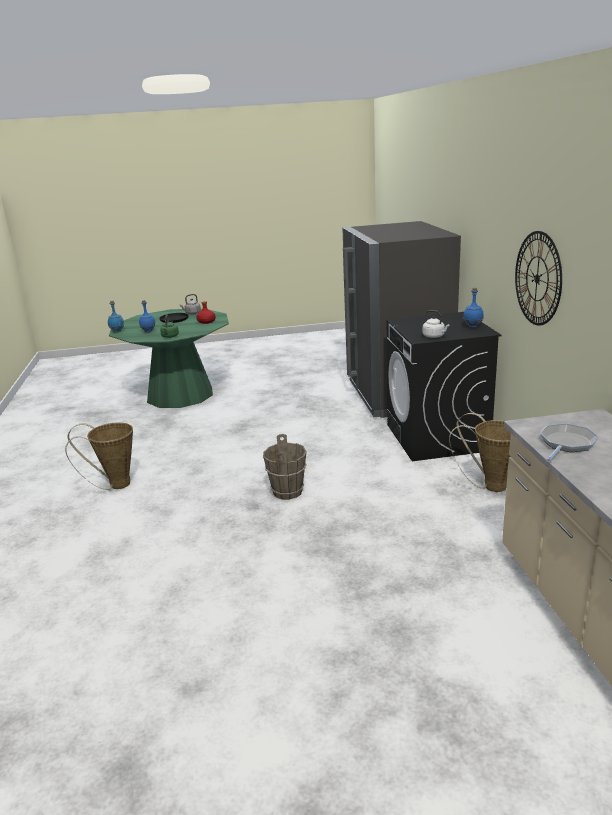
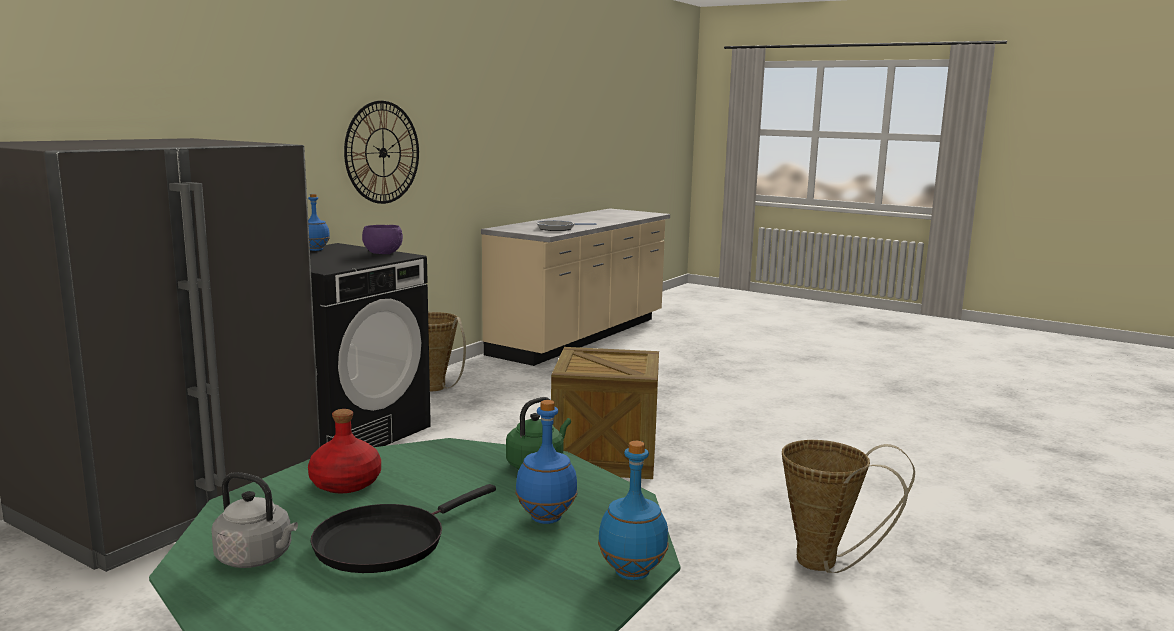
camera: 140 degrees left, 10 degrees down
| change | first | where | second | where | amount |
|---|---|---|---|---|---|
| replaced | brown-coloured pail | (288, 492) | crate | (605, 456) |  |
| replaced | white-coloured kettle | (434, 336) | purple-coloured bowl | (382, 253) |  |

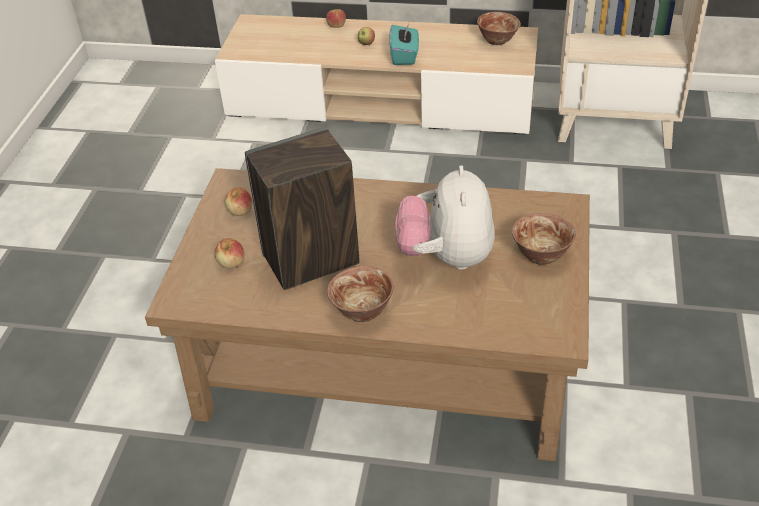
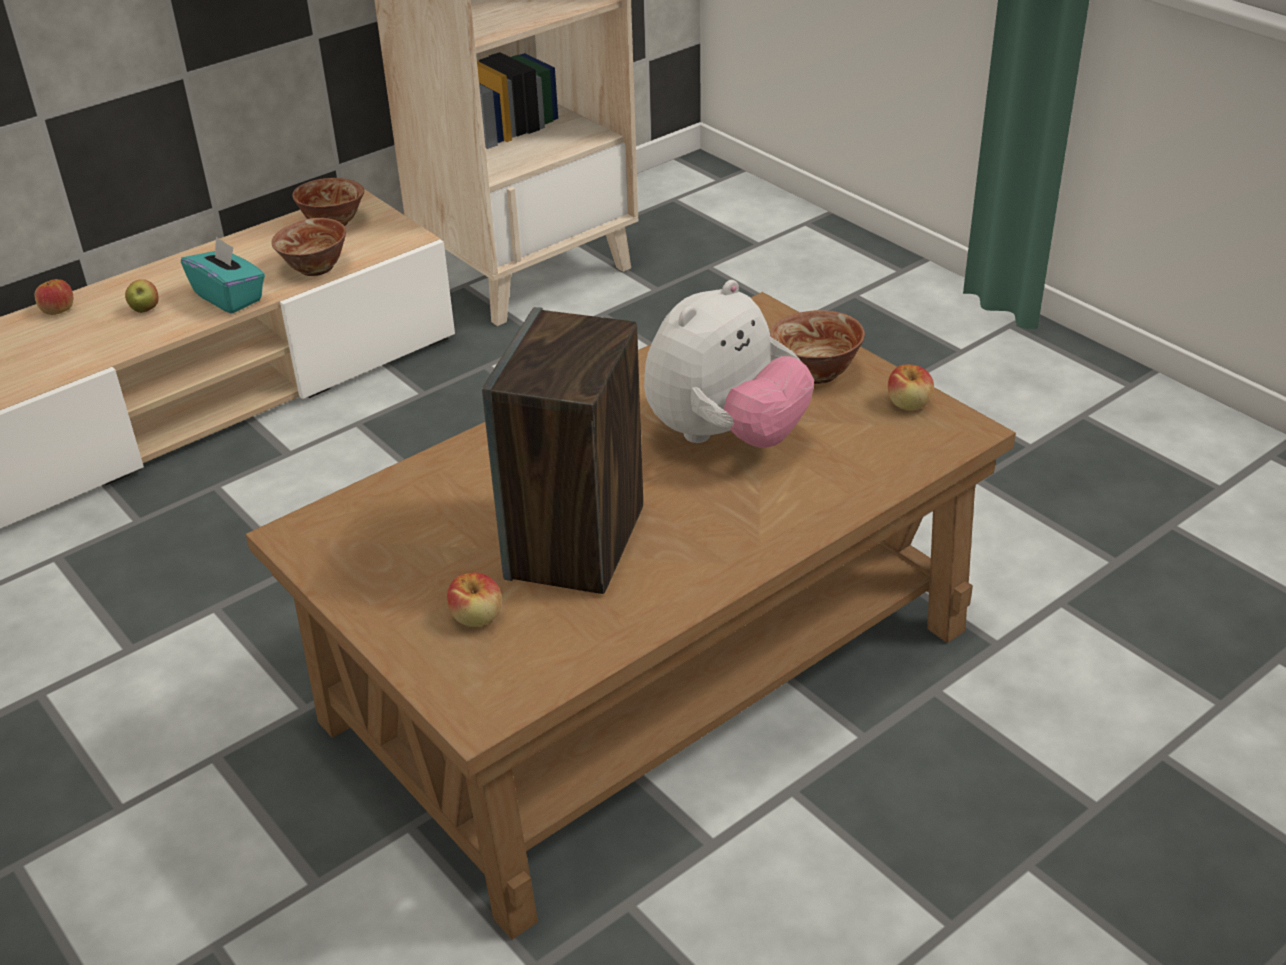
camera: 50 degrees left, 5 degrees down
| change | first | where | second | where | amount |
|---|---|---|---|---|---|
| moved | apple fruit | (240, 211) |  | (909, 404) |  |
| moved | bowl | (362, 311) |  | (315, 268) |  |
| turned | plush toy | (446, 257) |  | (725, 436) | 90 degrees counterclockwise |

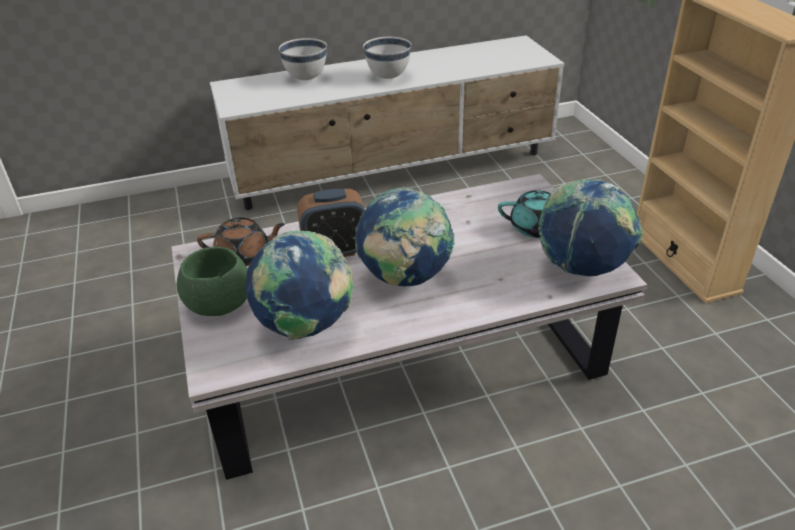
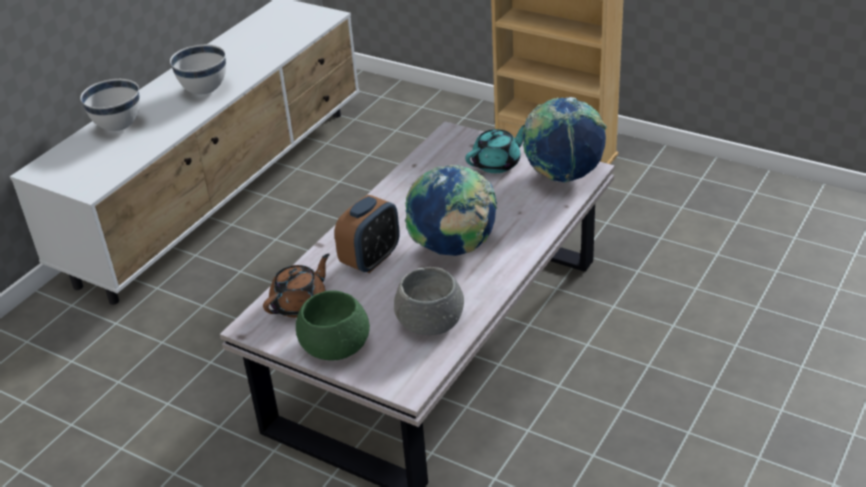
camera: 40 degrees left, 0 degrees up
| change | first | where | second | where | amount |
|---|---|---|---|---|---|
| replaced | world globe | (305, 327) | gray bowl | (430, 320) |  |

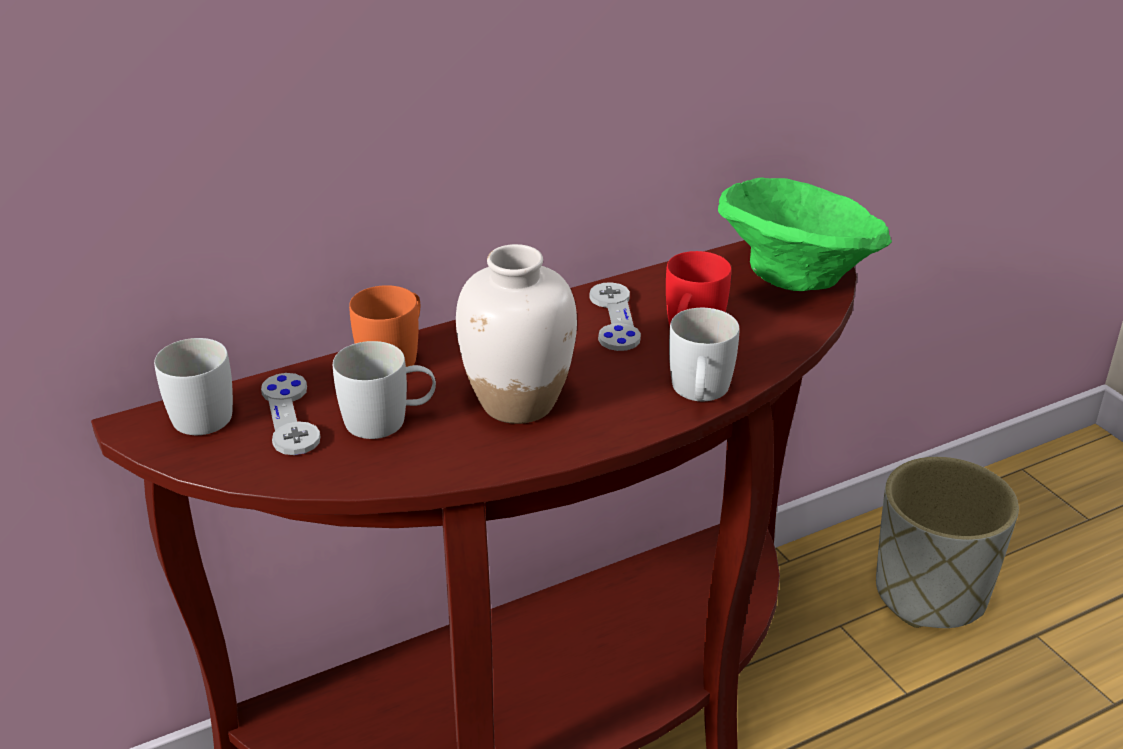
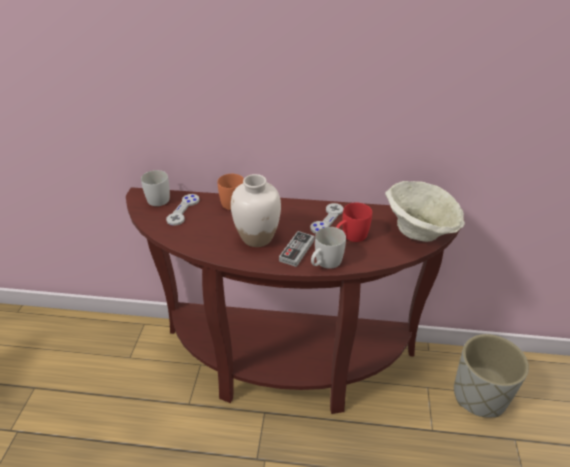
camera: 35 degrees right, 5 degrees up
| change | first | where | second | where | amount |
|---|---|---|---|---|---|
| removed | white-coloured mug | (388, 420) |  |  |  |
| recoloured | green bowl | (797, 278) | beige bowl | (420, 232) |  |
| added |  |  | gamepad | (297, 250) |  |

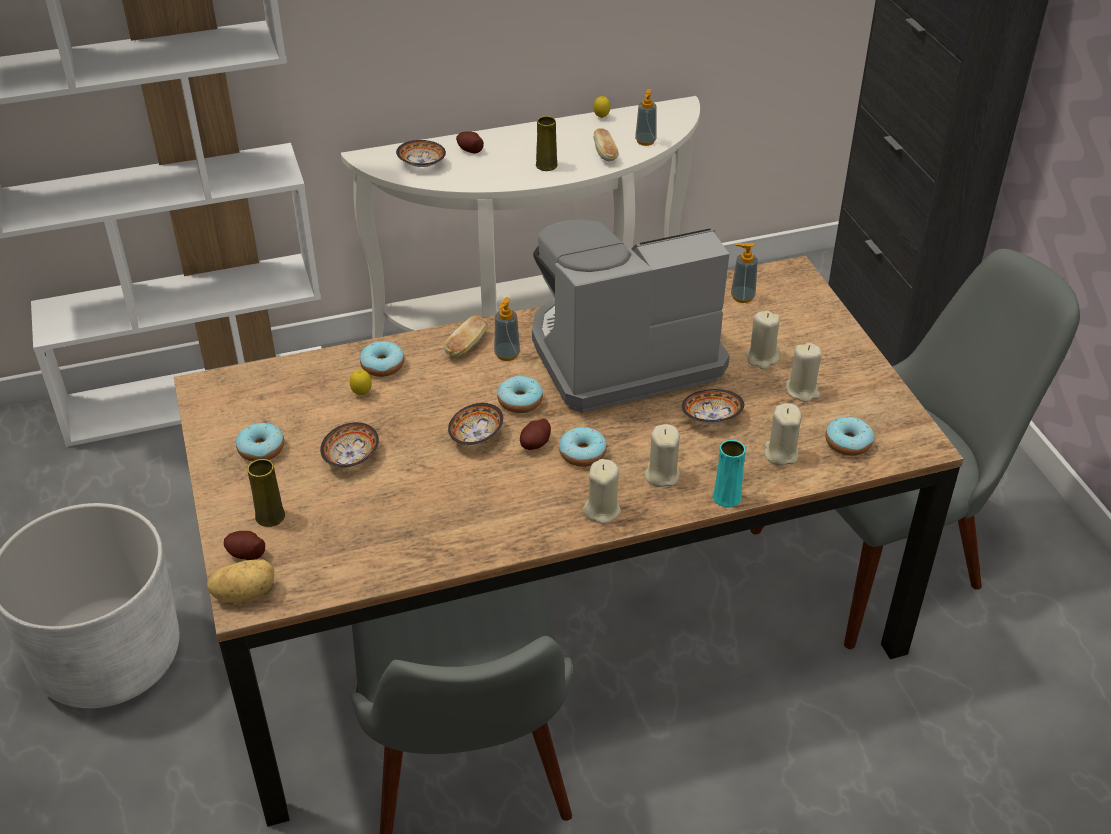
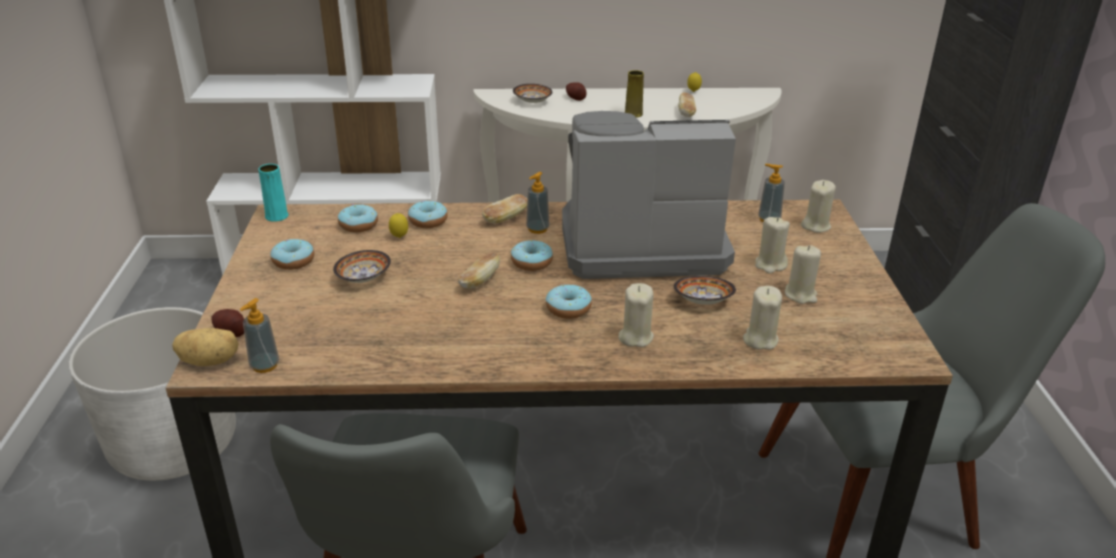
camera: 15 degrees right, 10 degrees down
| change | first | where | second | where | amount |
|---|---|---|---|---|---|
| removed | yellow-coloured vase | (270, 516) |  |  |  |
| replaced | bowl | (476, 436) | bread | (479, 281) |  |
| removed | potato | (535, 444) |  |  |  |
| moved | beige wax candle | (602, 510) |  | (815, 226) |  |
| moved | liquid soap bottle | (645, 141) |  | (264, 365) |  |
| moved | turquoise vase | (726, 497) |  | (276, 216) |  |
| moved | doughnut | (848, 443) |  | (358, 225) |  |

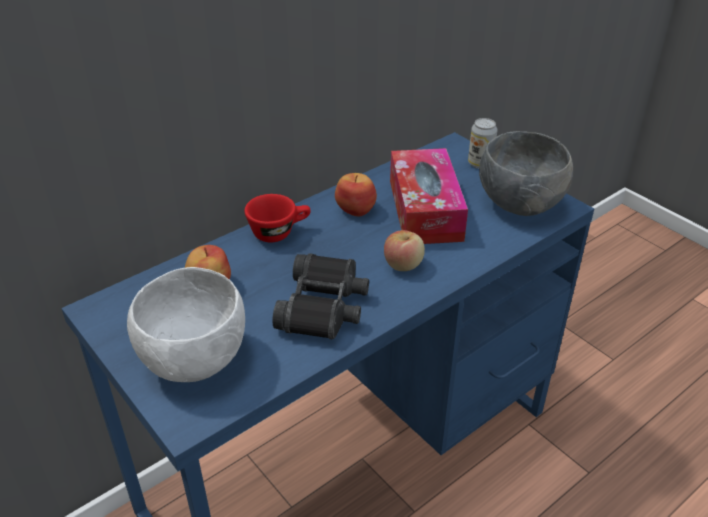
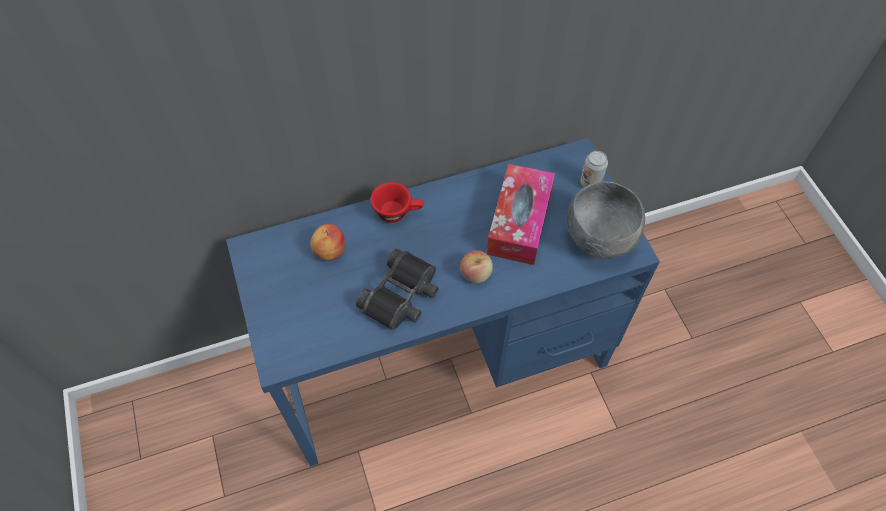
camera: 20 degrees right, 20 degrees up
| change | first | where | second | where | amount |
|---|---|---|---|---|---|
| removed | white-coloured bowl | (193, 361) |  |  |  |
| removed | apple fruit | (356, 209) |  |  |  |

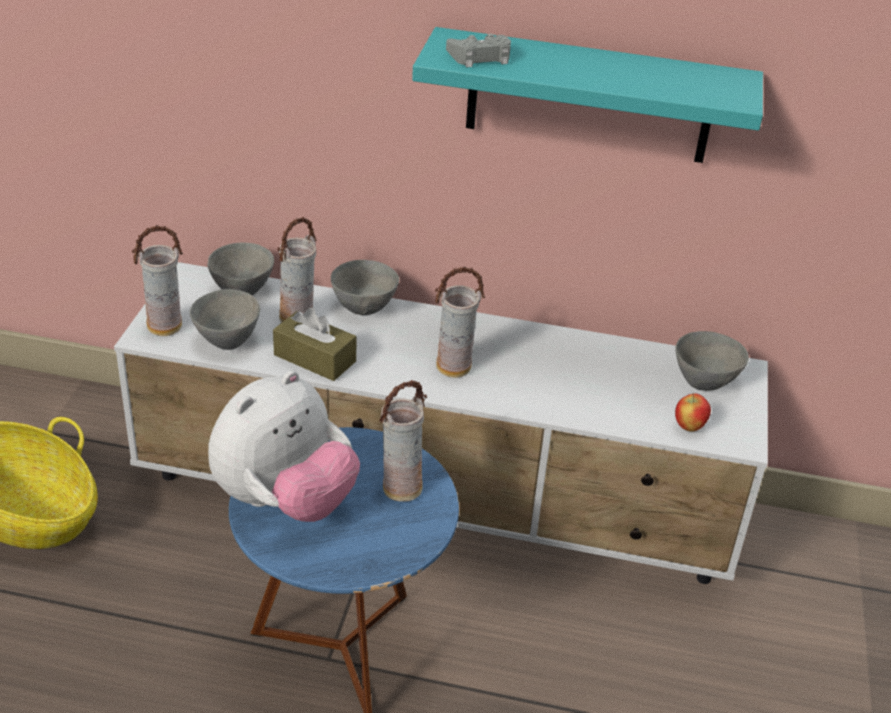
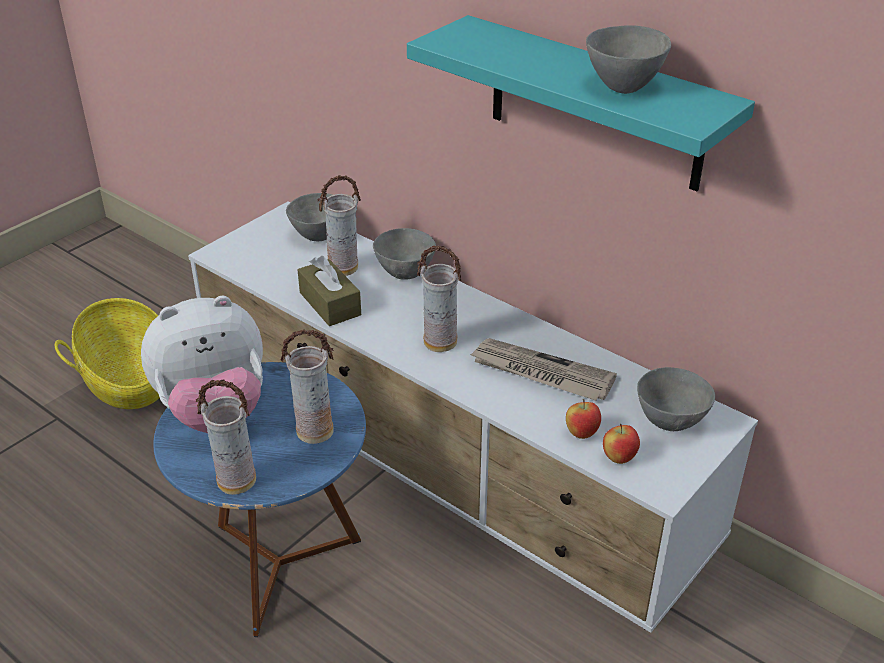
camera: 30 degrees right, 0 degrees up
| change | first | where | second | where | amount |
|---|---|---|---|---|---|
| moved | vase | (165, 327) |  | (236, 482) |  |
| moved | gray bowl | (227, 341) |  | (623, 86) |  |
| removed | gray gamepad | (480, 57) |  |  |  |
| added |  |  | newspaper | (540, 373) |  |
| added |  |  | apple fruit | (581, 433) |  |

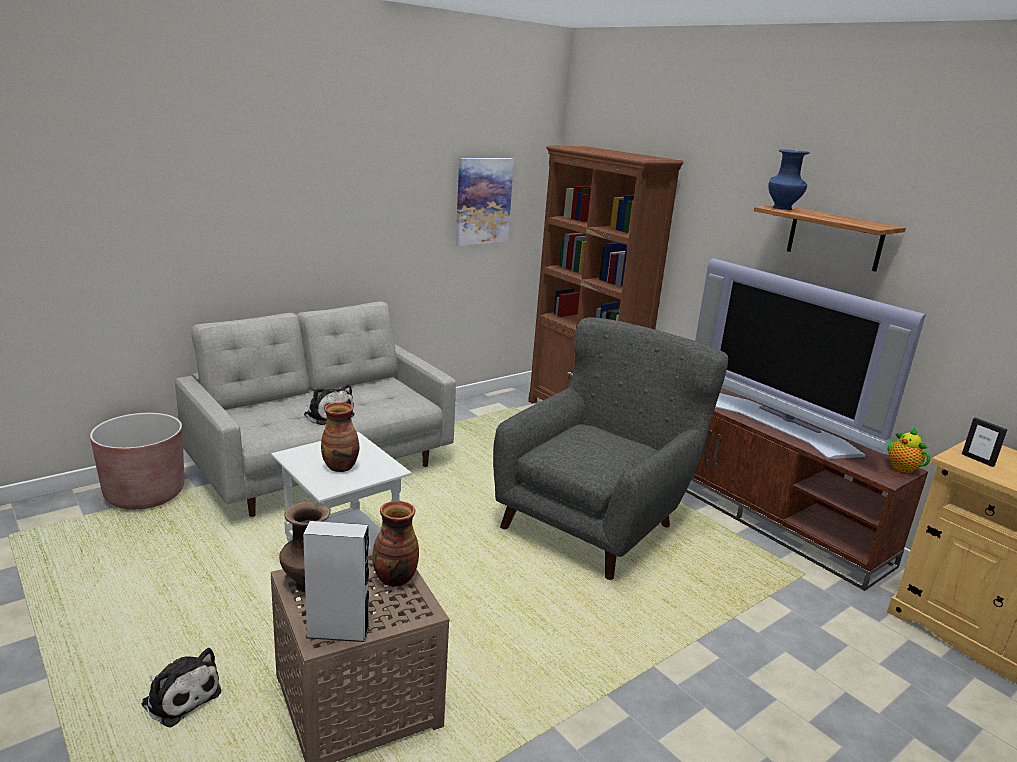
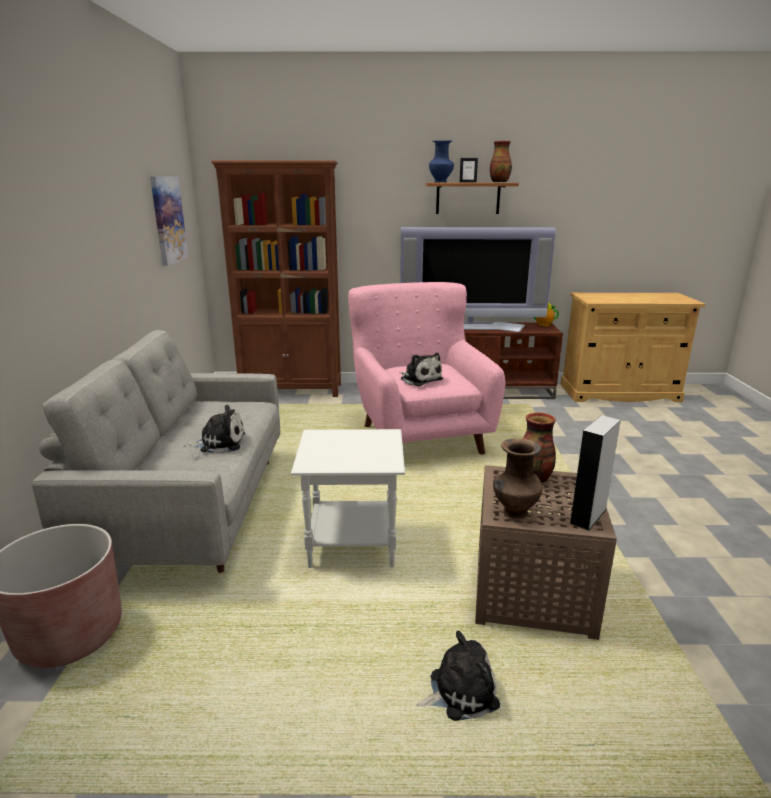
camera: 50 degrees left, 0 degrees up
| change | first | where | second | where | amount |
|---|---|---|---|---|---|
| moved | vase | (341, 466) |  | (499, 182) |  |
| recoloured | gray lounge chair | (595, 523) | pink-coloured lounge chair | (420, 435) |  |
| moved | picture frame | (978, 460) |  | (468, 182) |  |
| added |  |  | plush toy | (420, 379) |  |

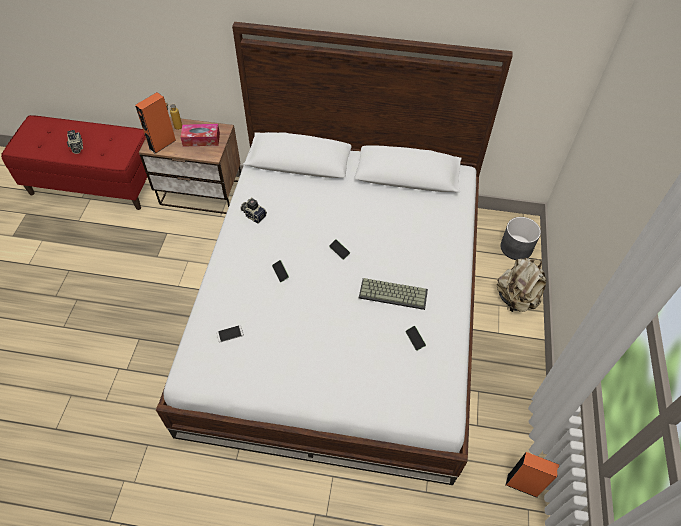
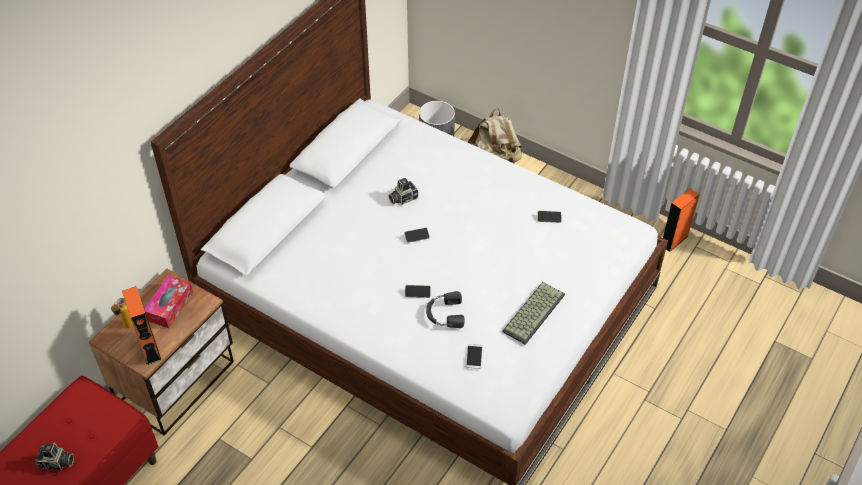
camera: 65 degrees left, 5 degrees down
| change | first | where | second | where | amount |
|---|---|---|---|---|---|
| moved | photo camera | (254, 215) |  | (402, 198) |  |
| moved | keyboard | (394, 293) |  | (533, 312) |  |
| added |  |  | black headphones | (444, 313) |  |

